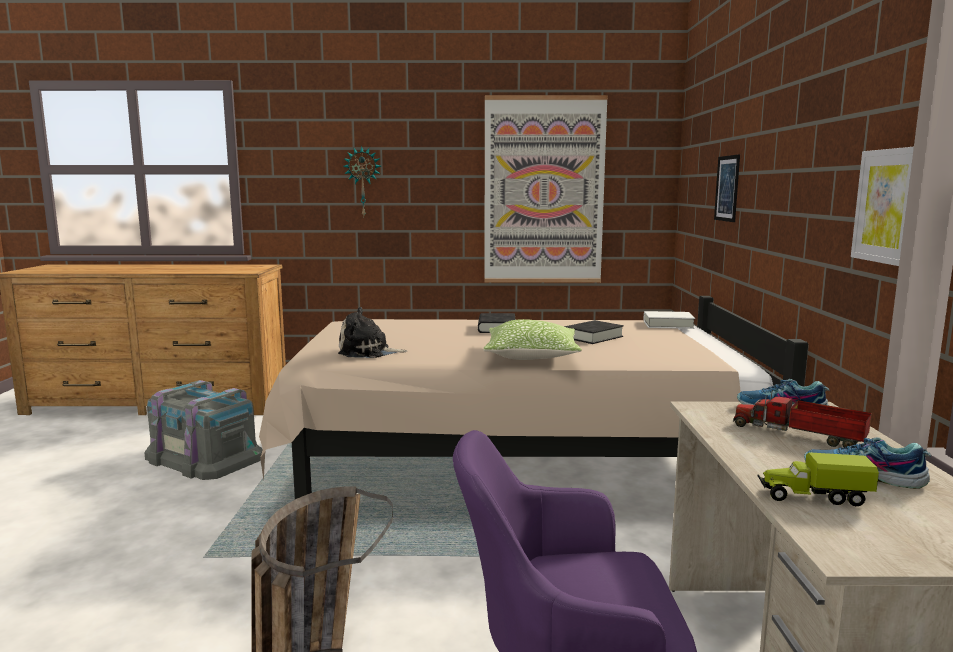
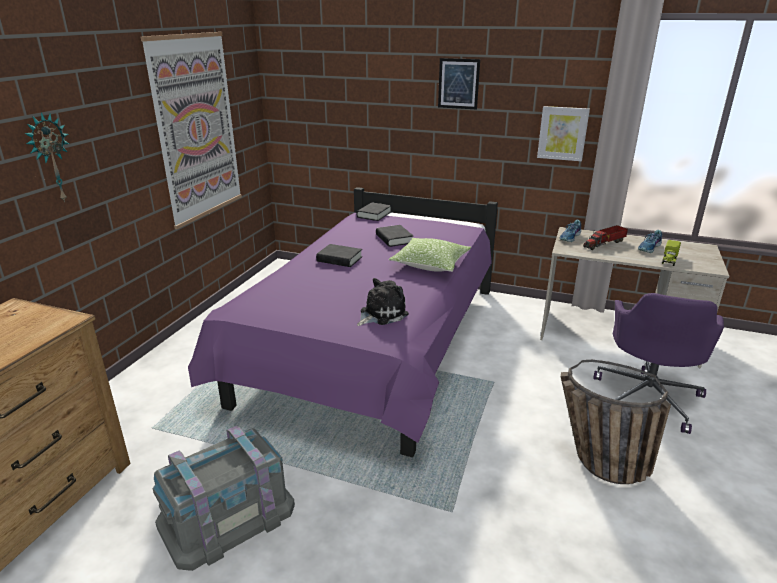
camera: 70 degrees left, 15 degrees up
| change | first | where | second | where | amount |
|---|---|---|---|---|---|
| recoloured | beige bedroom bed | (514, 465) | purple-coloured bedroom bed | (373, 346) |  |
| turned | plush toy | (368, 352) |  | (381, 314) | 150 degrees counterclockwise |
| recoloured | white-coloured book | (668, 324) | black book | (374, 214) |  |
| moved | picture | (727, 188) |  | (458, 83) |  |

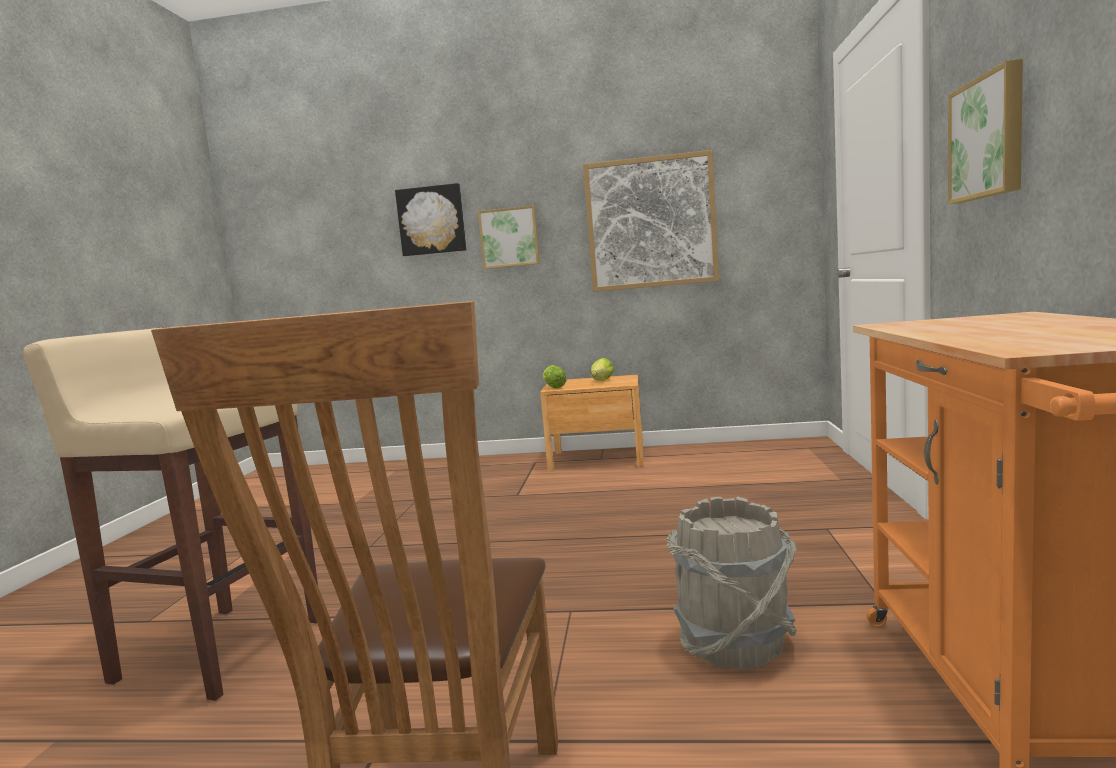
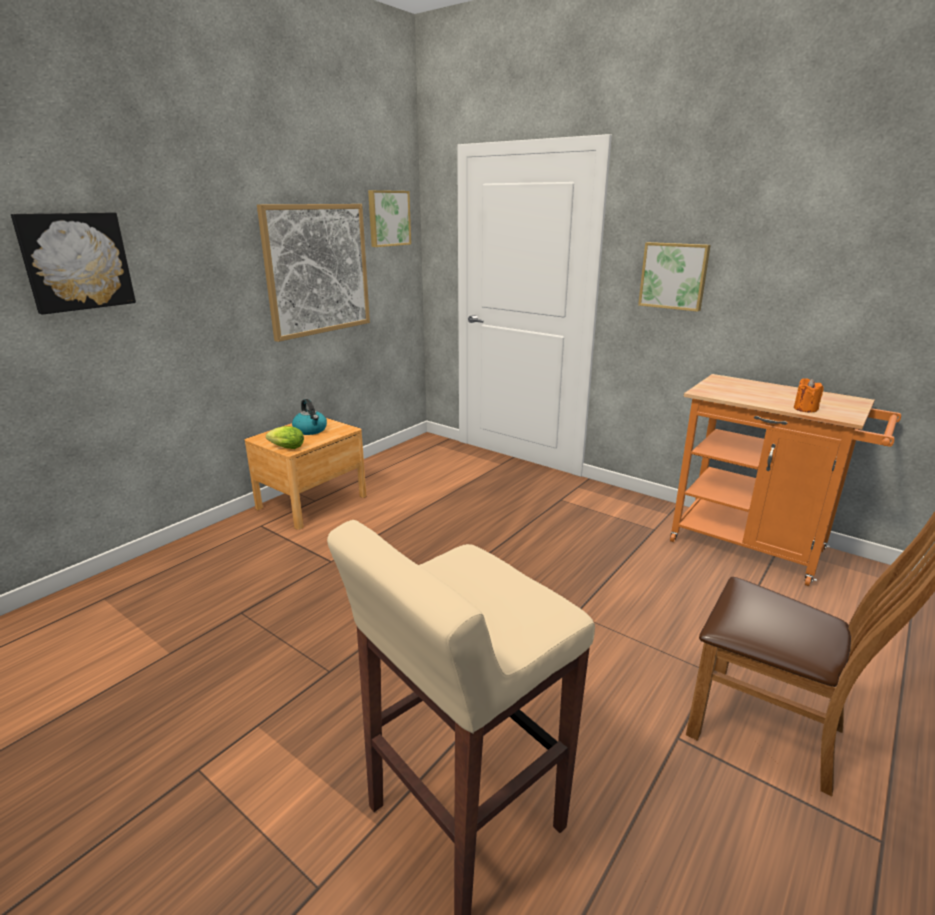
camera: 60 degrees left, 15 degrees up
| change | first | where | second | where | amount |
|---|---|---|---|---|---|
| moved | picture | (509, 237) |  | (388, 218) |  |
| replaced | head of lettuce | (601, 381) | kettle | (310, 430) |  |
| removed | gray pail | (734, 644) |  |  |  |
| added |  |  | orange-coloured wax candle | (805, 409) |  |

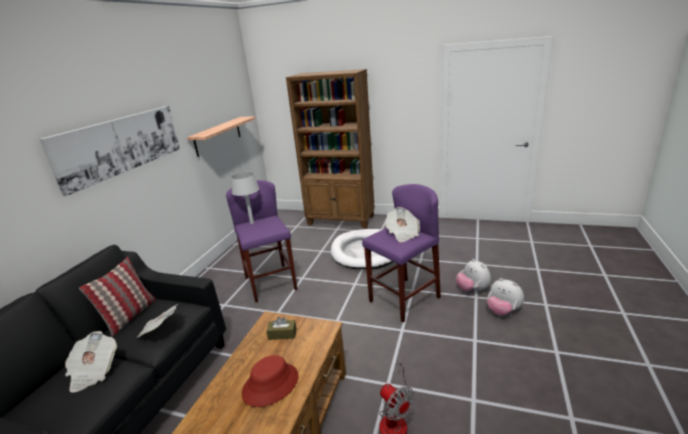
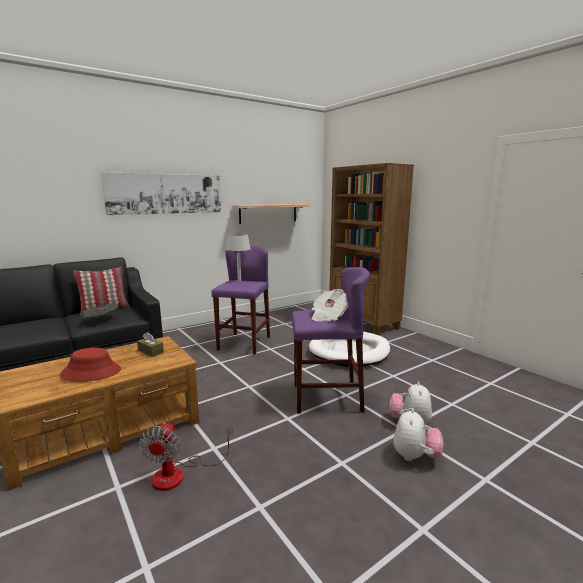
camera: 35 degrees right, 10 degrees down
| change | first | where | second | where | amount |
|---|---|---|---|---|---|
| removed | newspaper | (93, 371) |  |  |  |
| turned | plush toy | (503, 311) |  | (415, 457) | 150 degrees counterclockwise |

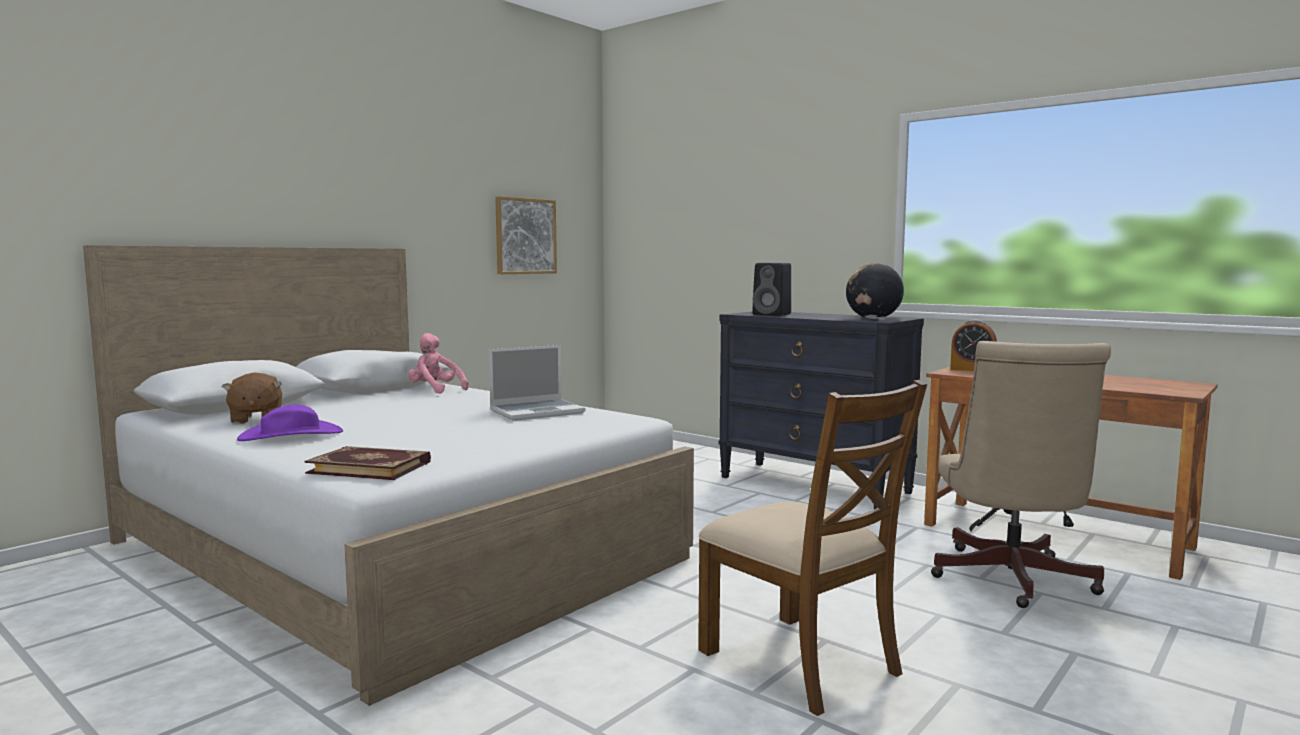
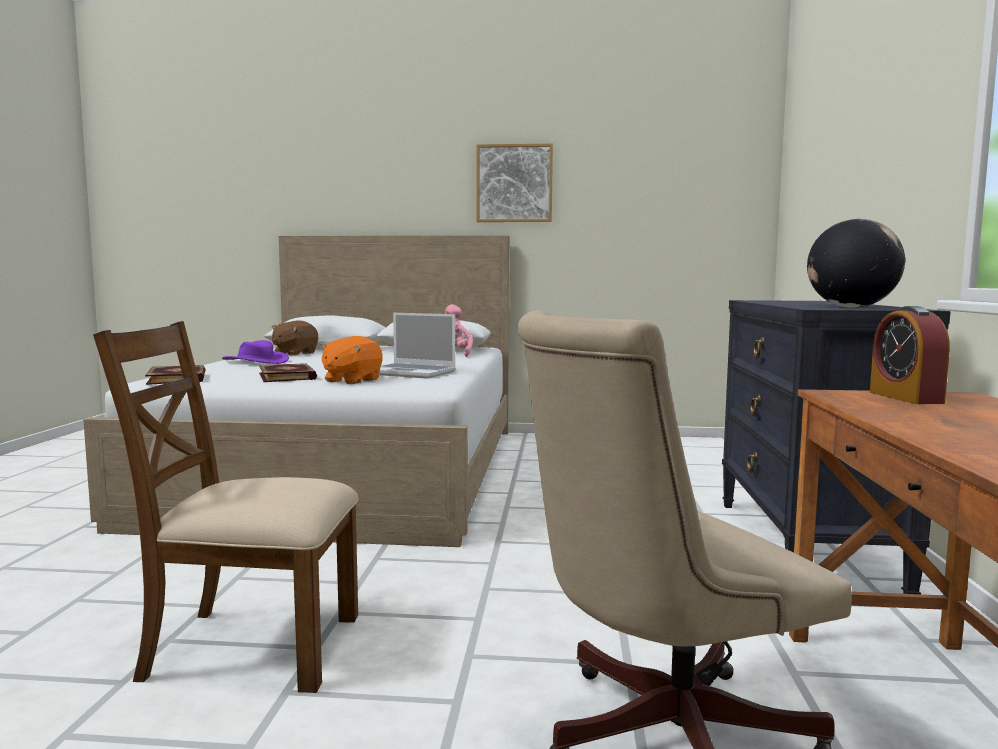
camera: 55 degrees right, 0 degrees up
| change | first | where | second | where | amount |
|---|---|---|---|---|---|
| moved | picture | (525, 236) |  | (514, 183) |  |
| turned | brown-coloured plain chair | (801, 662) |  | (251, 646) | 75 degrees clockwise |
| removed | black audio speaker | (773, 314) |  |  |  |
| added |  |  | book | (288, 376) |  |
| added |  |  | orange-coloured plush toy | (351, 380) |  |

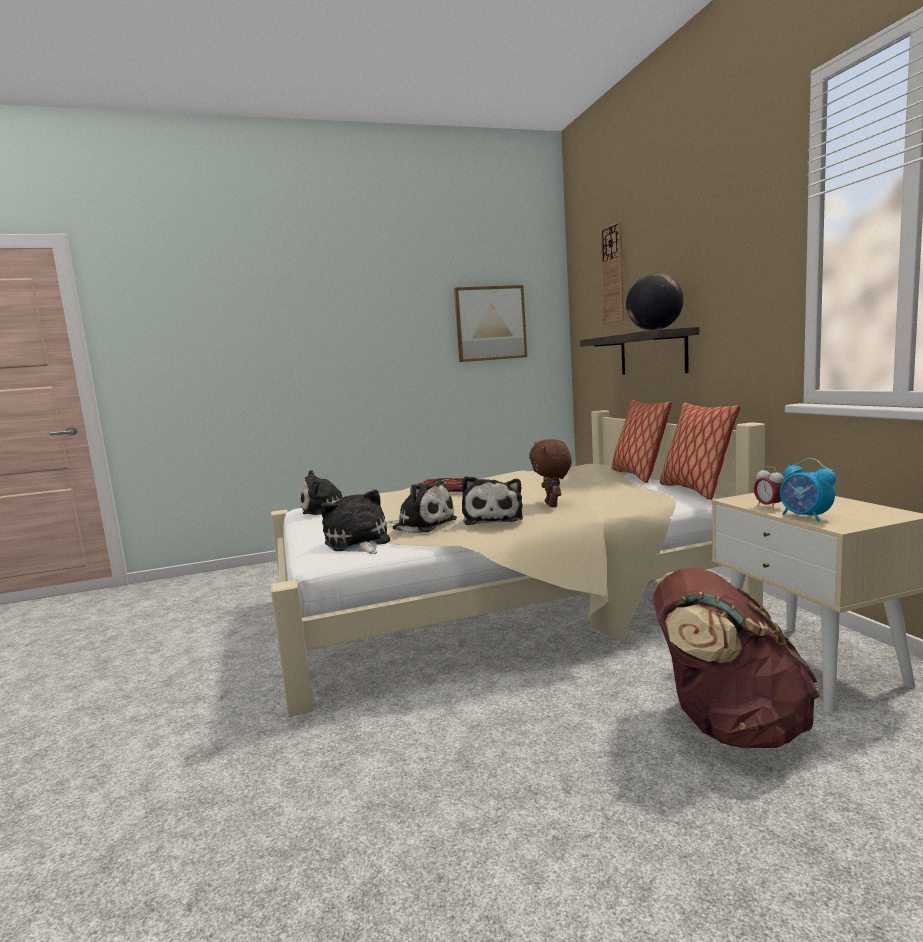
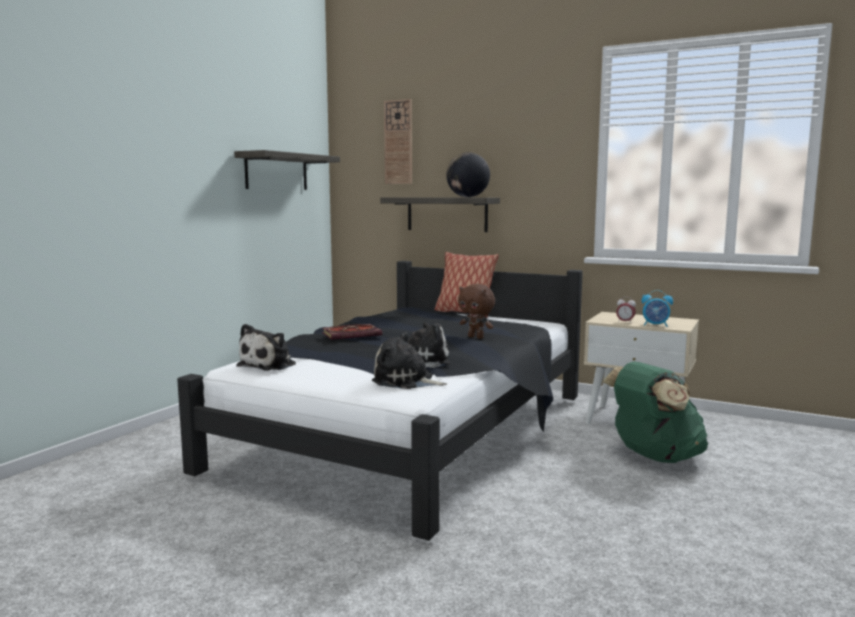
camera: 45 degrees left, 0 degrees up
| change | first | where | second | where | amount |
|---|---|---|---|---|---|
| recoloured | beige bedroom bed | (495, 605) | black bedroom bed | (410, 434) |  |
| replaced | picture | (490, 323) | wall shelf | (276, 172) |  |
| removed | plush toy | (493, 518) |  |  |  |
| recoloured | brown-coloured knapsack | (727, 725) | green knapsack | (654, 456) |  |
| removed | cushion | (695, 490) |  |  |  |

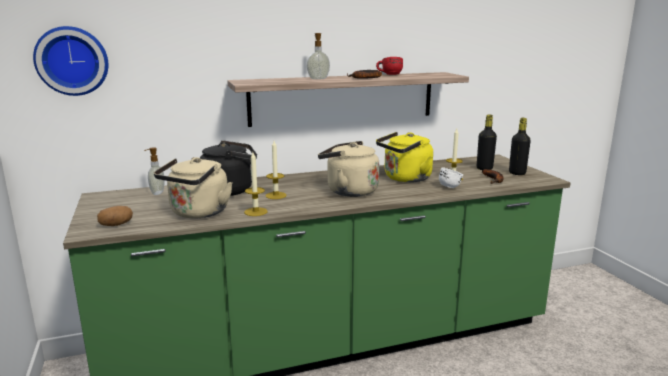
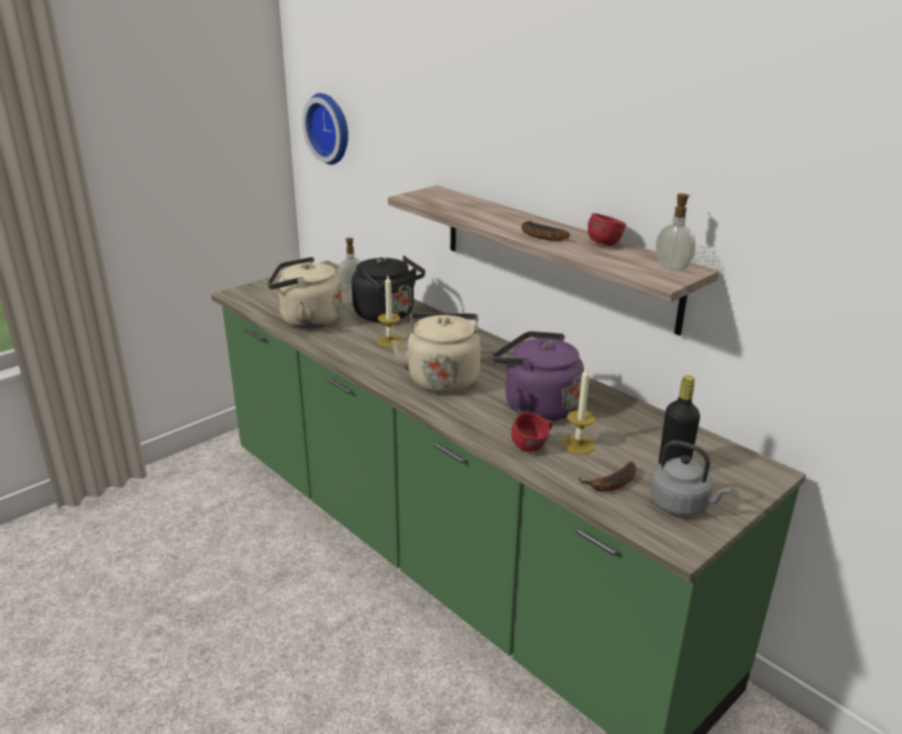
camera: 65 degrees right, 10 degrees up
| change | first | where | second | where | amount |
|---|---|---|---|---|---|
| removed | potato | (116, 225) |  |  |  |
| removed | wax candle | (255, 212) |  |  |  |
| moved | liquid soap bottle | (318, 78) |  | (672, 268) |  |
| recoloured | yellow-coloured kettle | (405, 179) | purple-coloured kettle | (536, 406) |  |
| recoloured | white-coloured mug | (449, 186) | red mug | (533, 446) |  |
| replaced | black drink bottle | (517, 173) | gray kettle | (682, 505) |  |

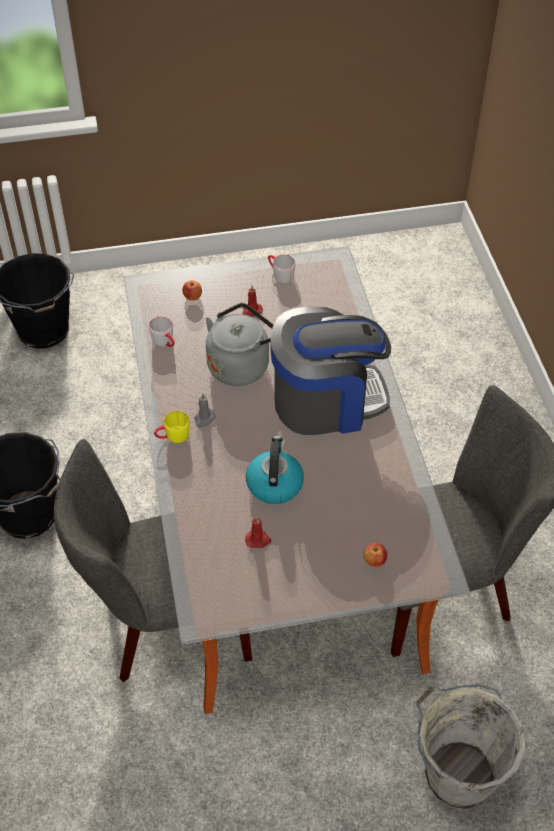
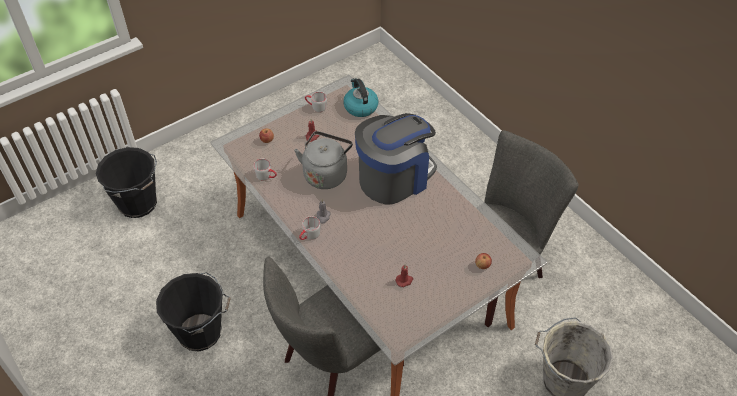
camera: 25 degrees left, 0 degrees up
| change | first | where | second | where | amount |
|---|---|---|---|---|---|
| recoloured | yellow-coloured mug | (172, 437) | gray mug | (309, 236) |  |
| moved | kettle | (274, 484) |  | (360, 107) |  |

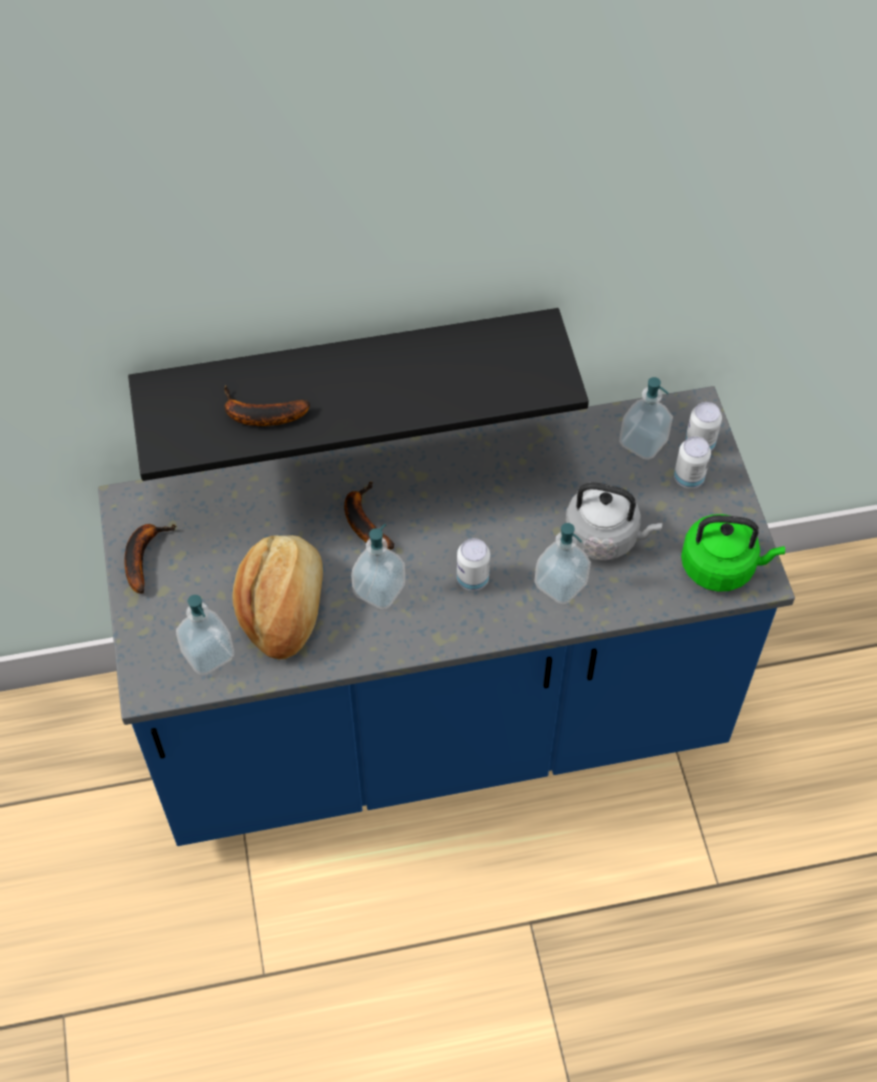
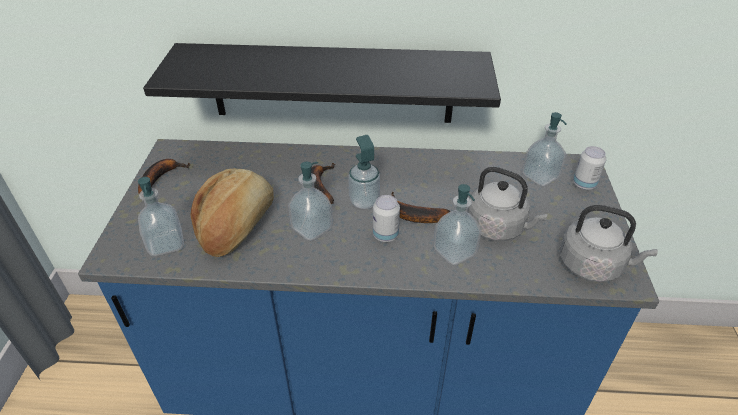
camera: 15 degrees right, 15 degrees down
| change | first | where | second | where | amount |
|---|---|---|---|---|---|
| moved | banana fruit | (259, 415) |  | (412, 215) |  |
| removed | can | (688, 478) |  |  |  |
| recoloured | green kettle | (721, 567) | gray kettle | (593, 265) |  |
| added |  |  | liquid soap bottle | (364, 201) |  |

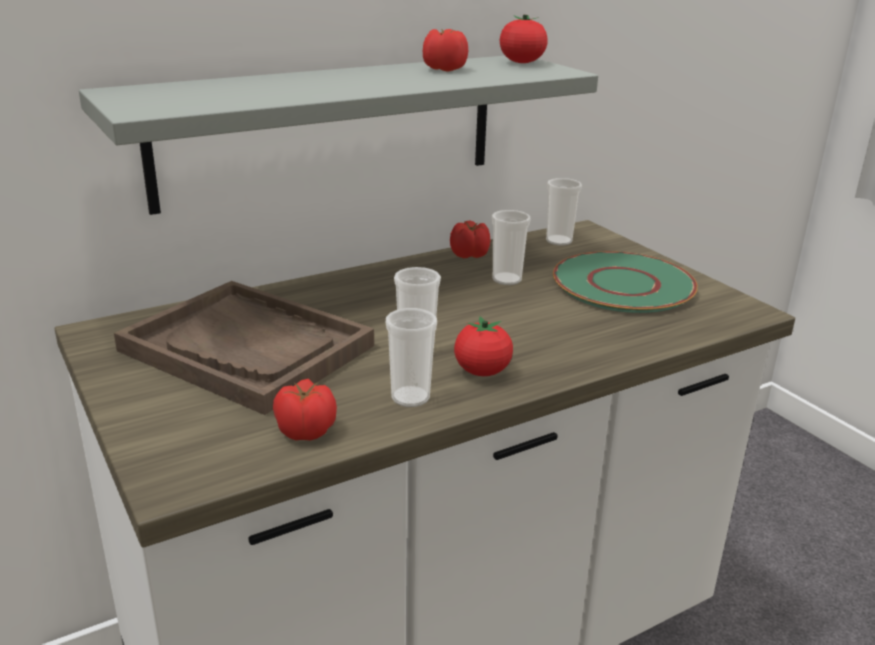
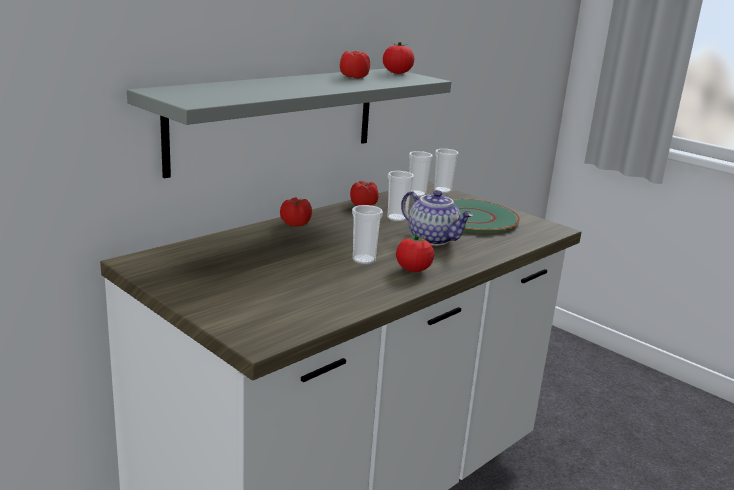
camera: 15 degrees left, 5 degrees down
| change | first | where | second | where | amount |
|---|---|---|---|---|---|
| removed | brown-coloured tray | (248, 348) |  |  |  |
| moved | fresh tomato | (305, 431) |  | (295, 223) |  |
| moved | drinking cup | (410, 397) |  | (442, 190) |  |
| added |  |  | teapot | (434, 239) |  |

